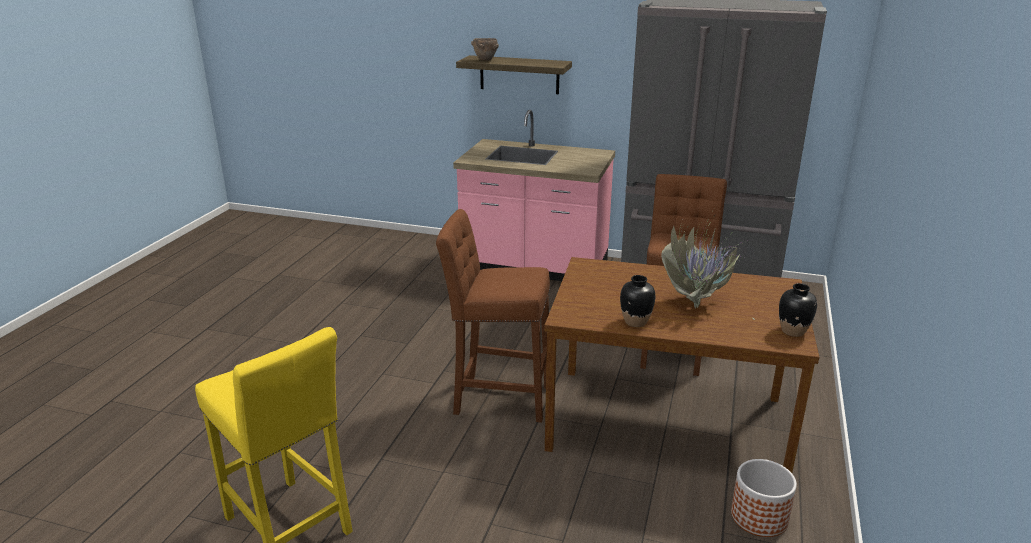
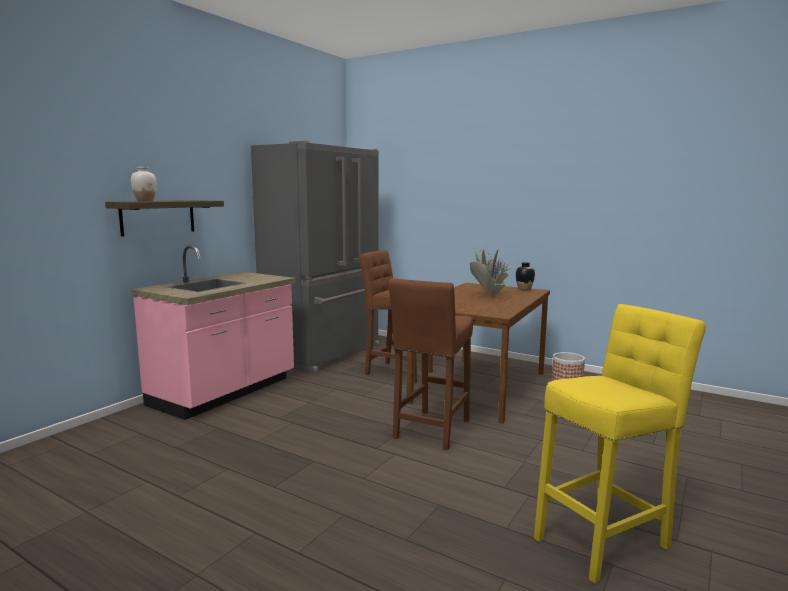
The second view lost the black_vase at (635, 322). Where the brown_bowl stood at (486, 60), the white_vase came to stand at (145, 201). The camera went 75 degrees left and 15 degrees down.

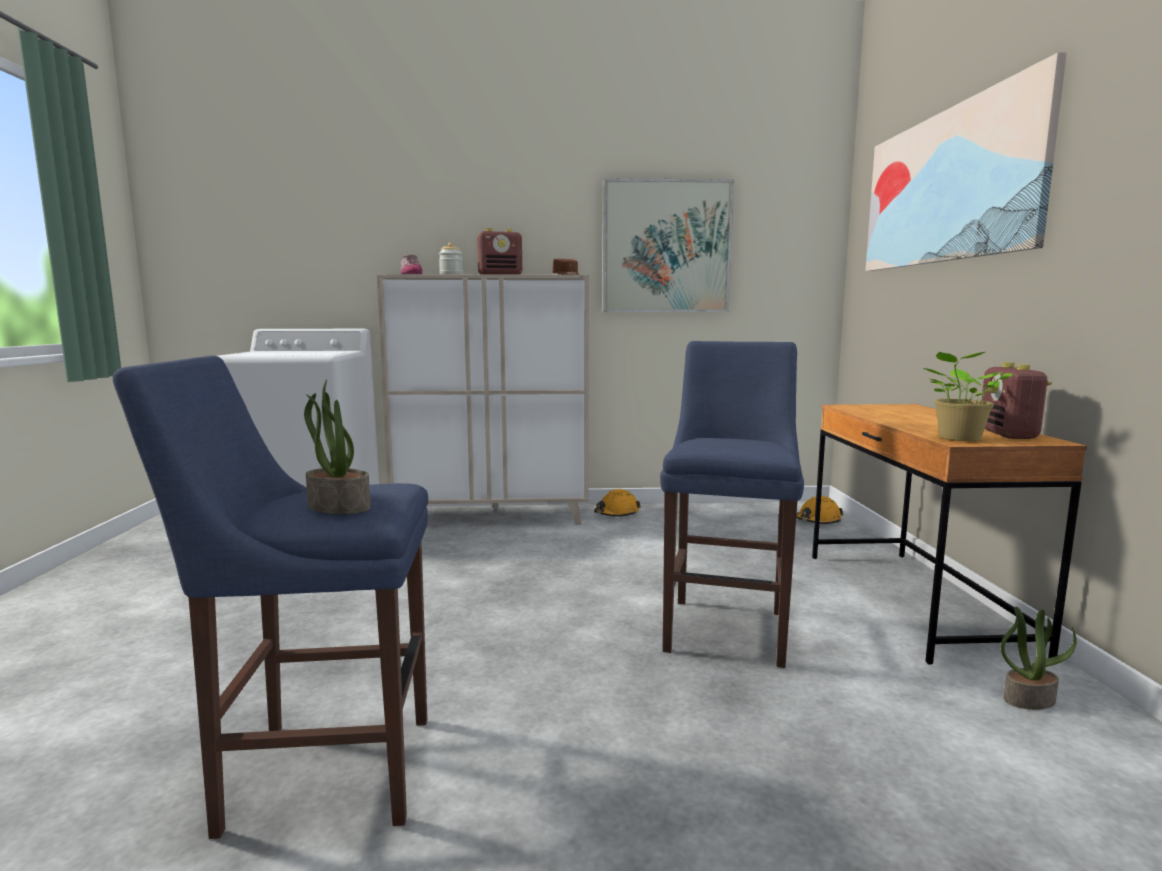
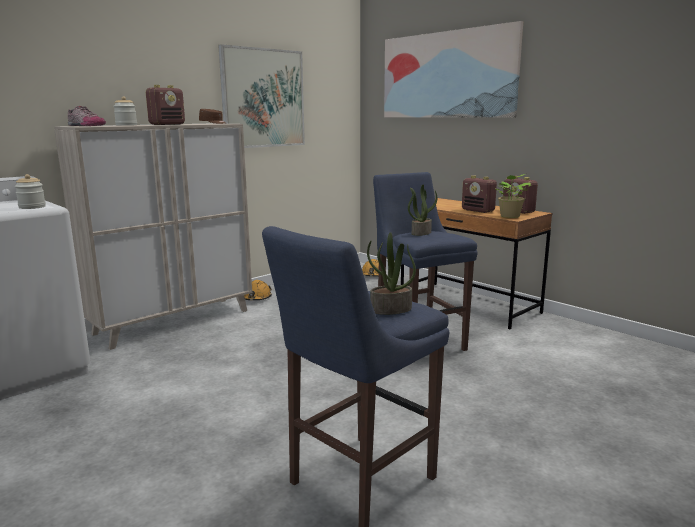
The second view gained the jar at (32, 207). The second view gained the radio at (478, 210). The potted_plant ended up elsewhere, having gone from (1029, 699) to (421, 233). The camera went 40 degrees left and 5 degrees up.

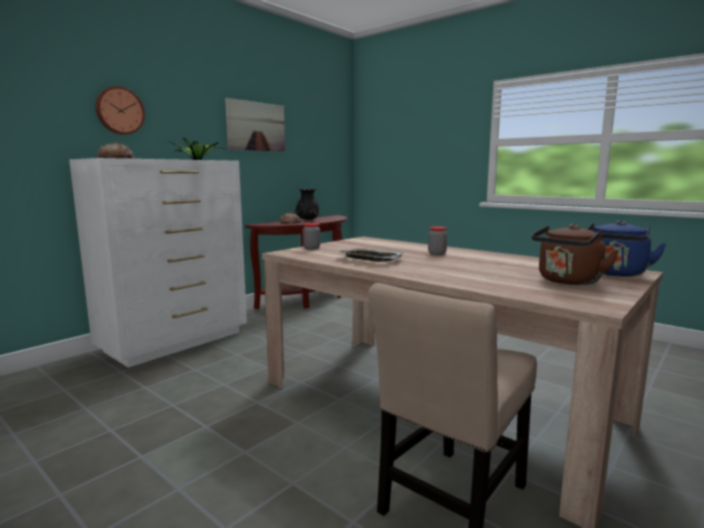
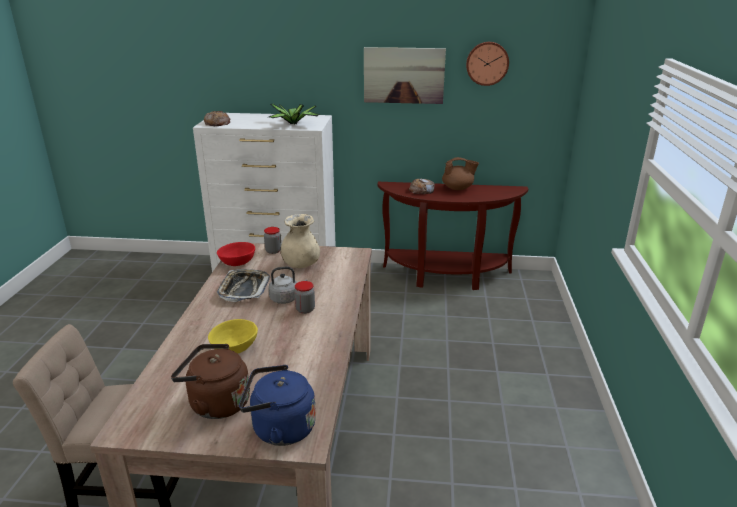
The second view gained the yellow_bowl at (235, 348). The second view gained the red_bowl at (238, 263). The second view gained the grey_kettle at (286, 299). The second view gained the beige_vase at (301, 265). The wall_clock ended up elsewhere, having gone from (119, 111) to (487, 63). Where the black_vase stood at (307, 219), the brown_teapot came to stand at (458, 188). The camera went 55 degrees right and 15 degrees up.

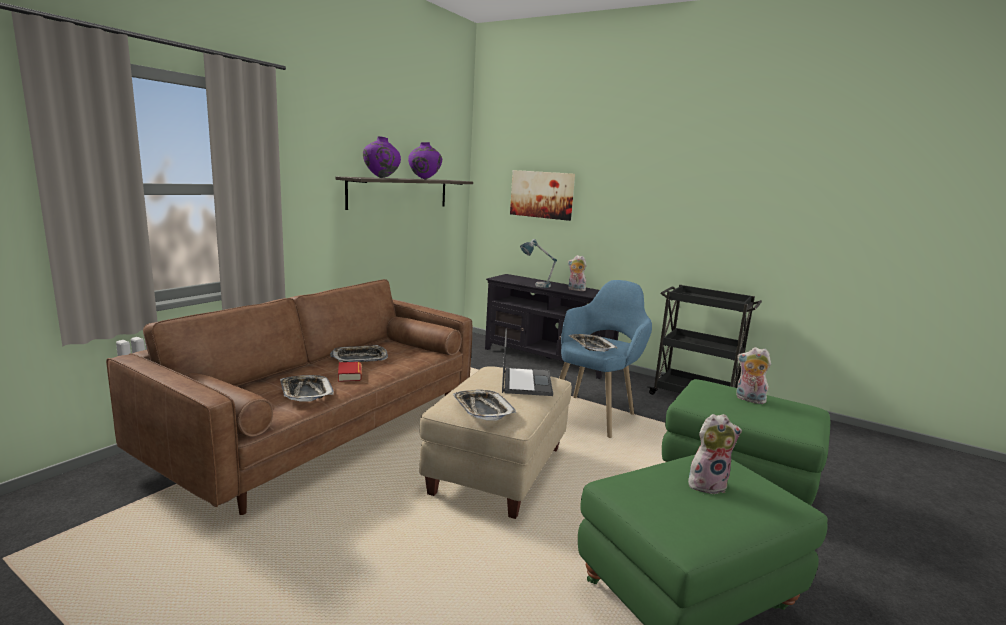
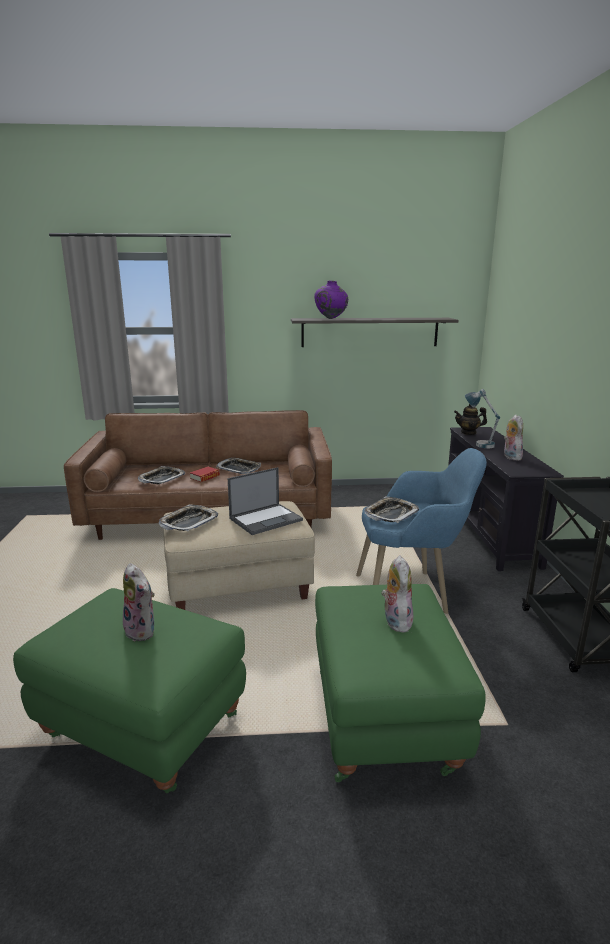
The second view lost the purple_vase at (425, 179). The second view lost the picture at (542, 194). The second view gained the teapot at (468, 433). The camera went 55 degrees right and 5 degrees up.

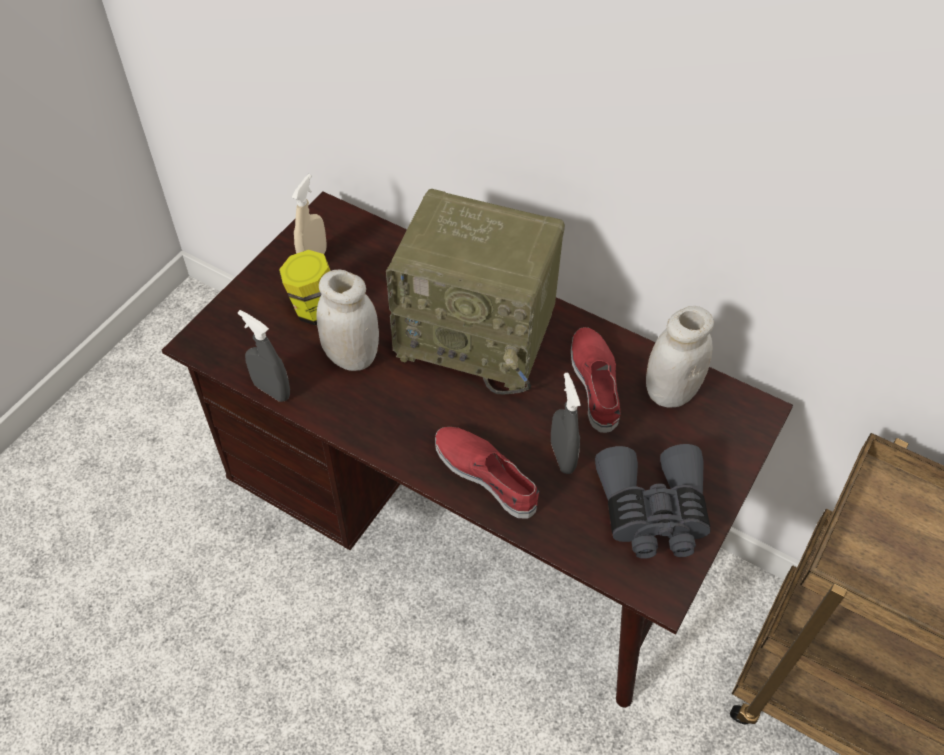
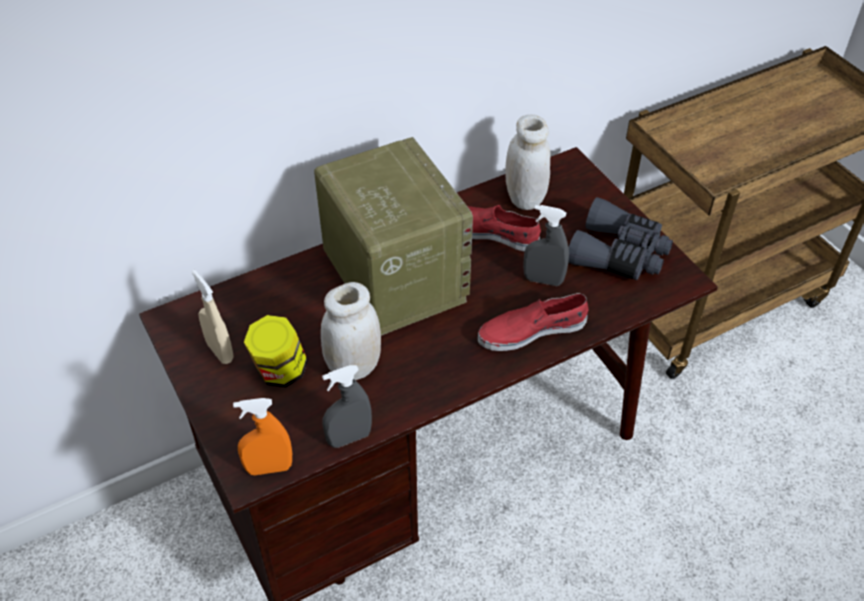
The second view gained the orange_spray_bottle at (269, 468). The radio at (479, 334) ended up facing another way, 75 degrees counterclockwise from before. The camera went 60 degrees left and 5 degrees down.

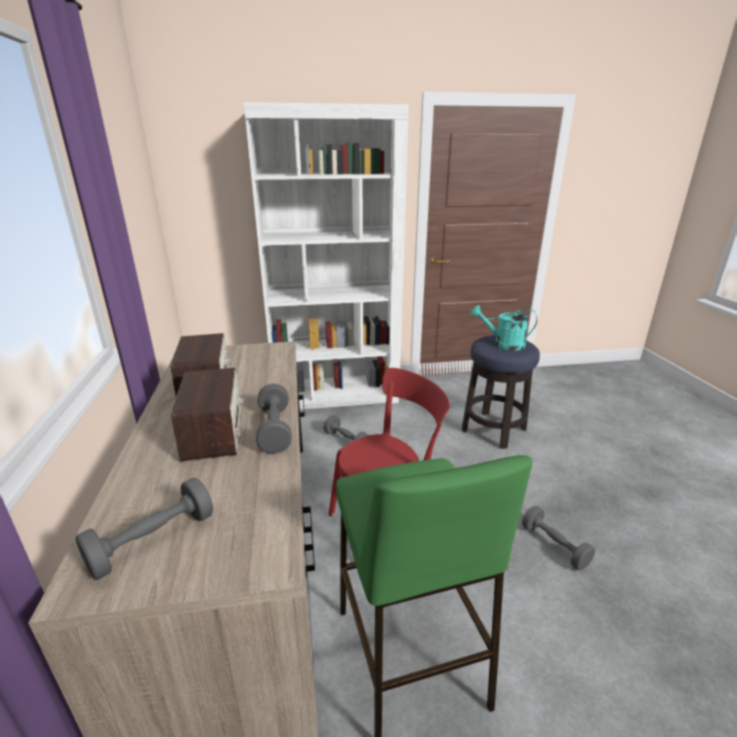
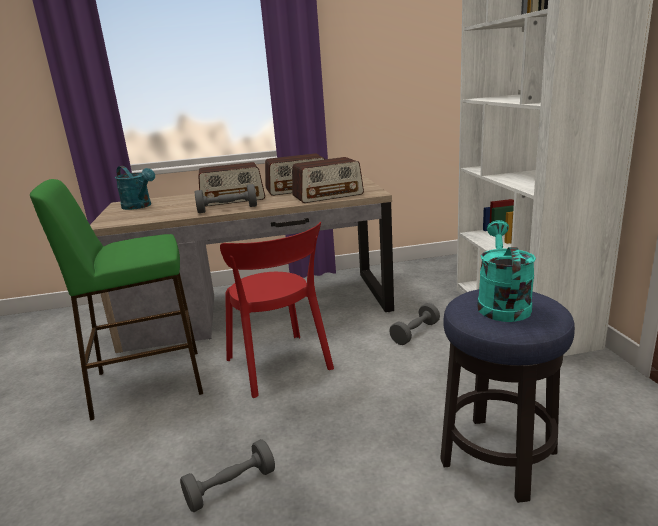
The second view gained the radio at (328, 195). Where the grey_dumbbell stood at (153, 541), the turquoise_watering_can came to stand at (139, 206). The camera went 90 degrees right and 5 degrees down.

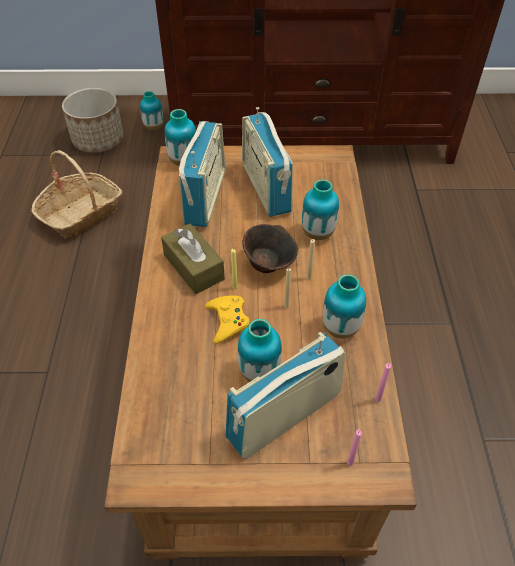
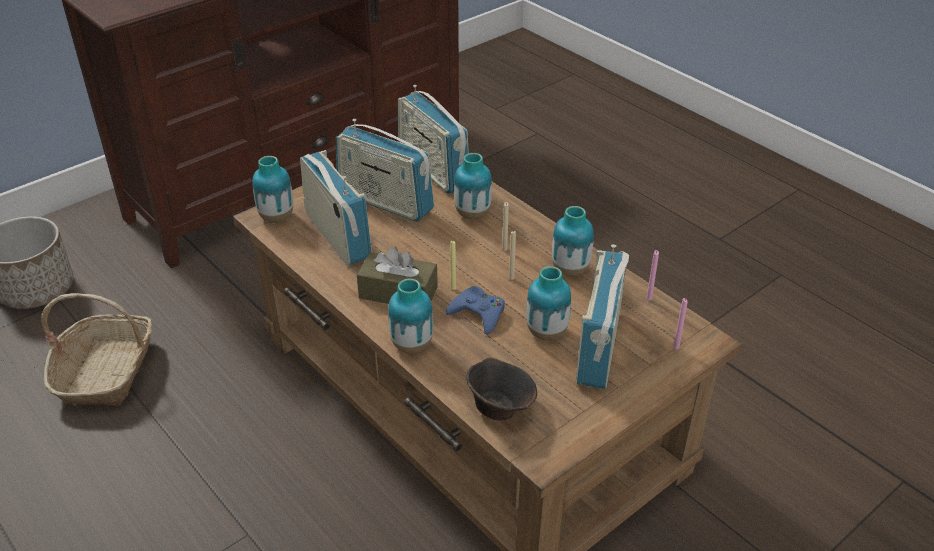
The second view gained the radio at (433, 170). The vase ended up elsewhere, having gone from (154, 127) to (412, 345). The brown_bowl ended up elsewhere, having gone from (269, 263) to (499, 407). What was the yellow_game_controller at (228, 321) turned into the blue_game_controller at (478, 314). The camera went 40 degrees left and 10 degrees down.

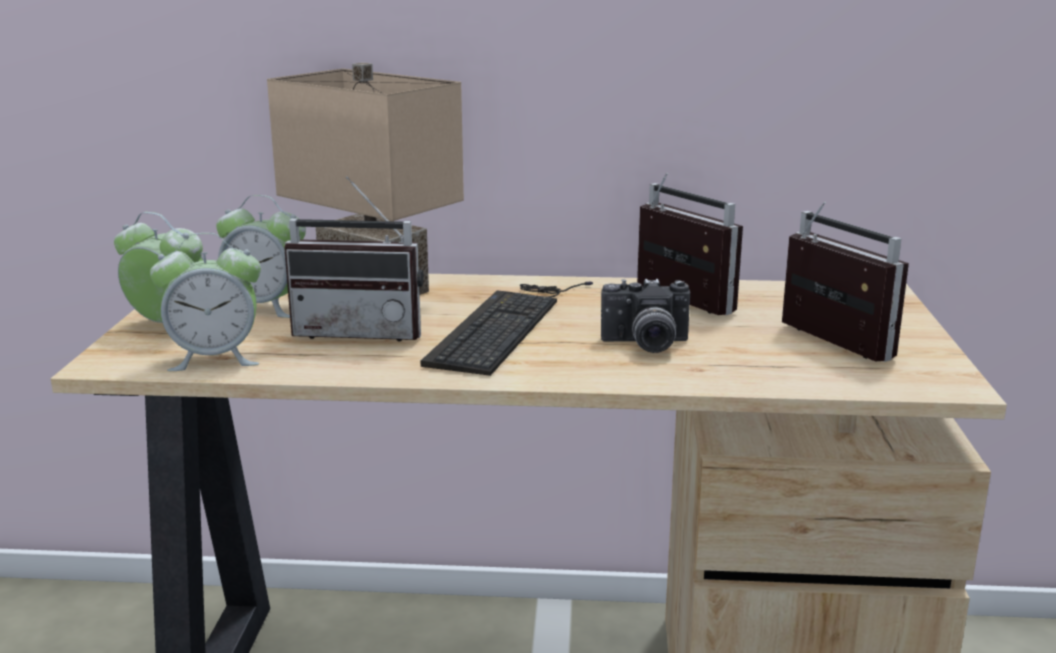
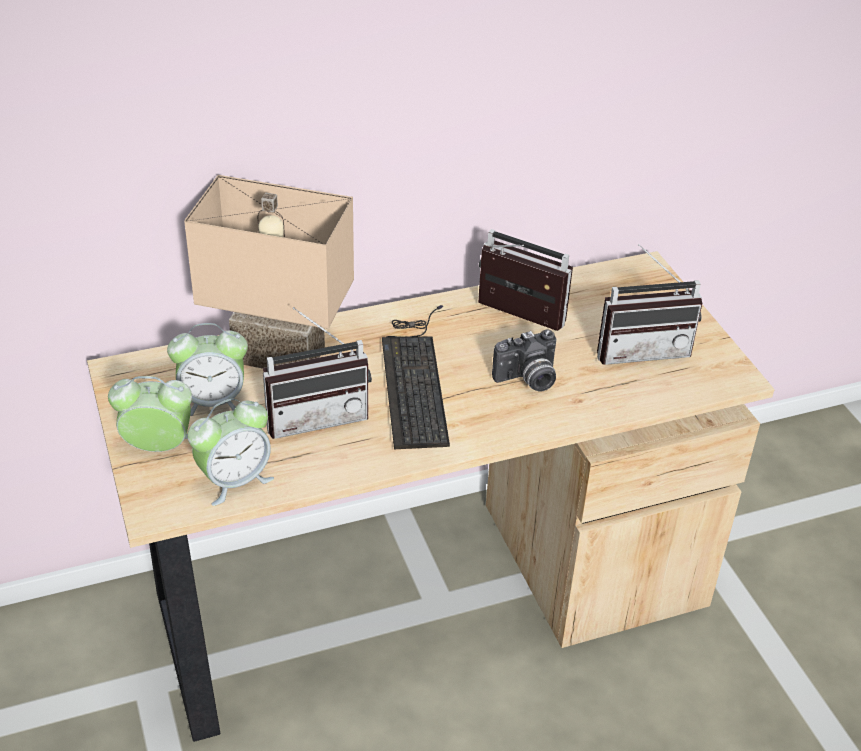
The radio at (823, 344) ended up facing another way, 135 degrees clockwise from before. The camera went 25 degrees left and 20 degrees up.

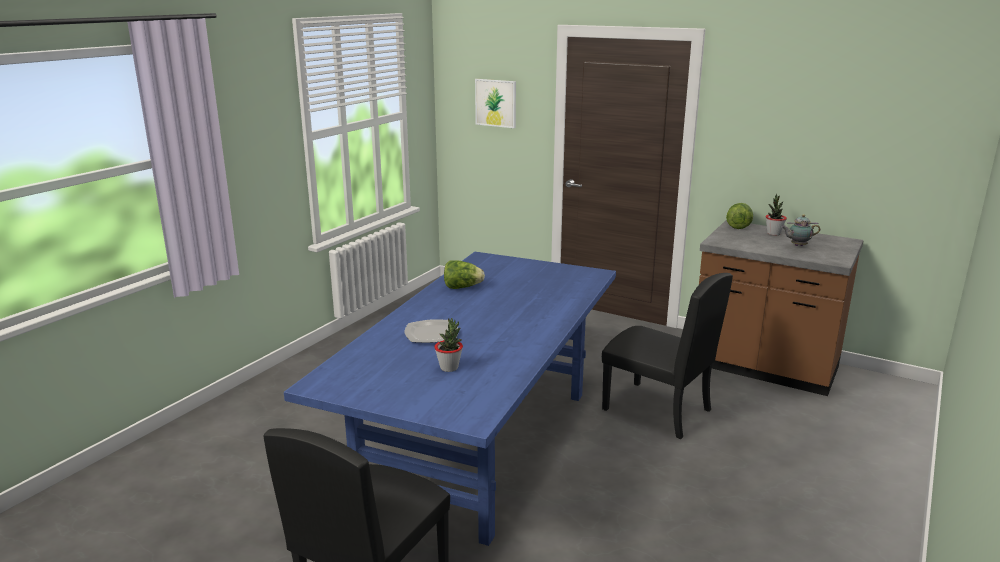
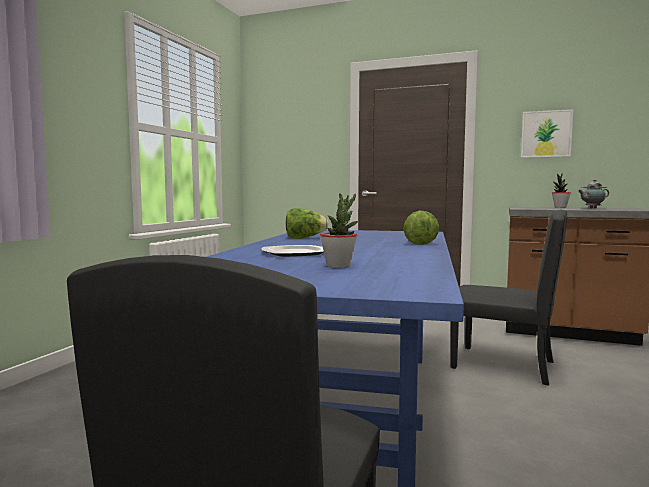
The picture ended up elsewhere, having gone from (496, 103) to (546, 134). The lettuce ended up elsewhere, having gone from (738, 226) to (420, 243). The camera went 10 degrees left and 15 degrees down.

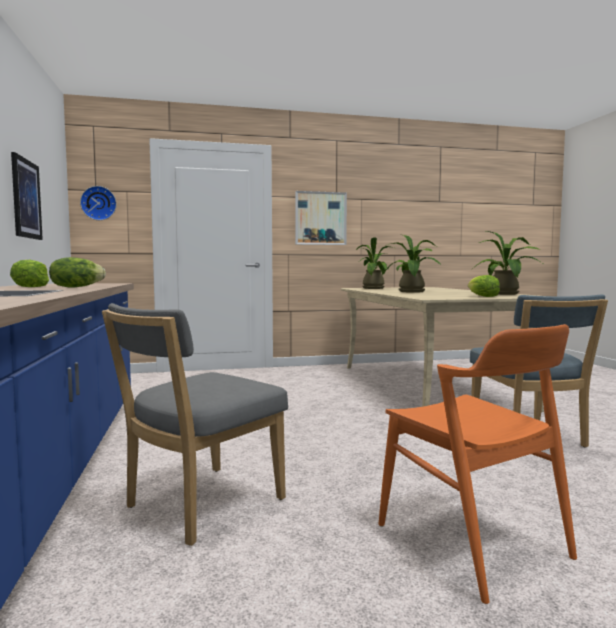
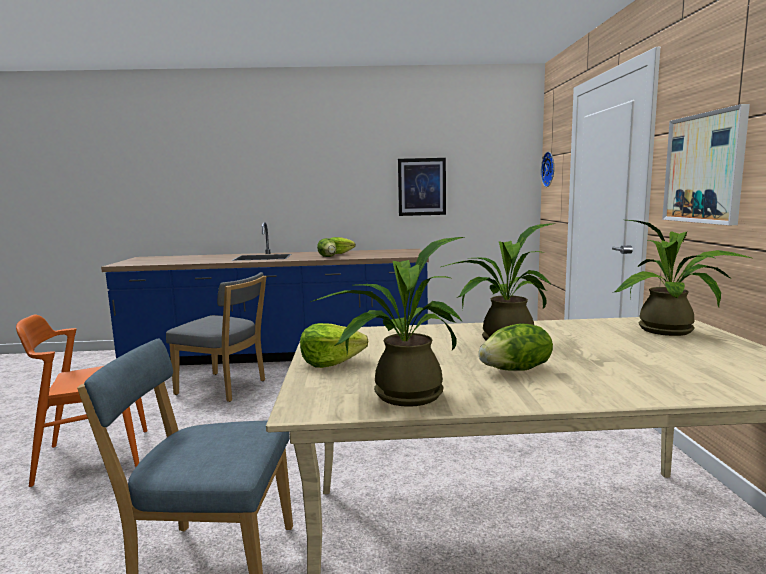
The second view gained the lettuce at (516, 370). The grey_chair at (199, 505) ended up facing another way, 150 degrees clockwise from before. The camera went 100 degrees right and 5 degrees up.

